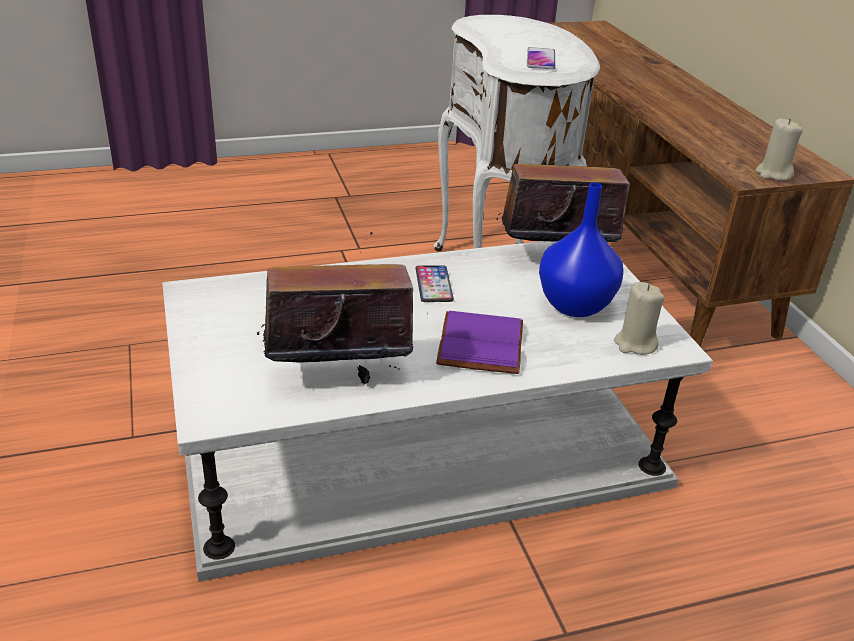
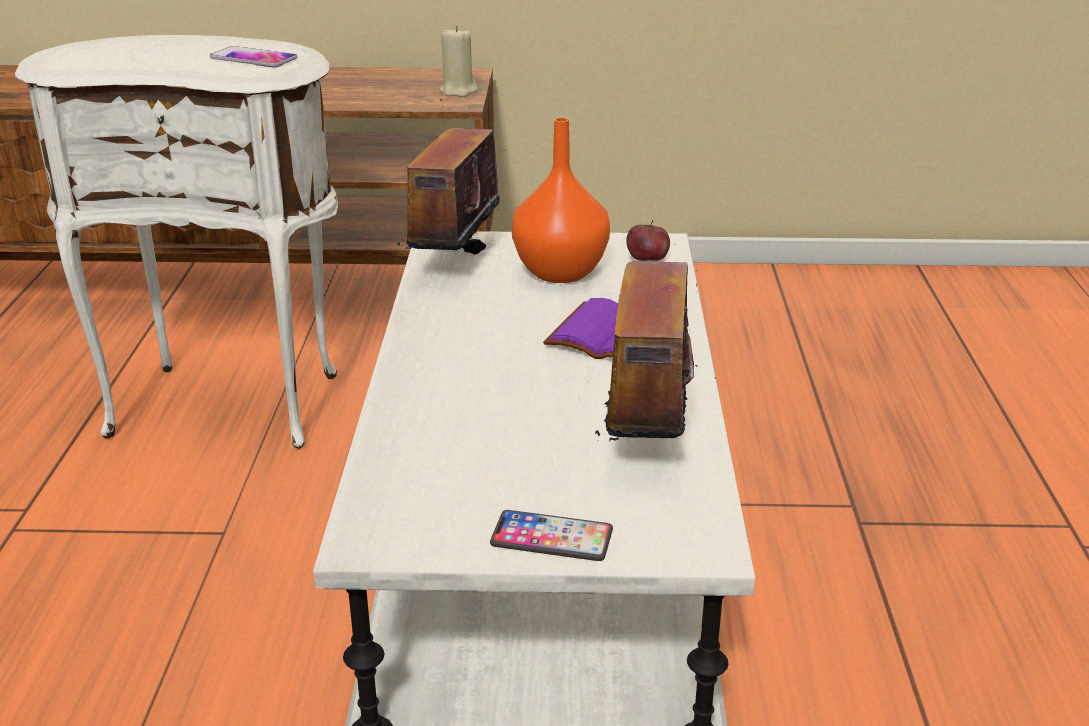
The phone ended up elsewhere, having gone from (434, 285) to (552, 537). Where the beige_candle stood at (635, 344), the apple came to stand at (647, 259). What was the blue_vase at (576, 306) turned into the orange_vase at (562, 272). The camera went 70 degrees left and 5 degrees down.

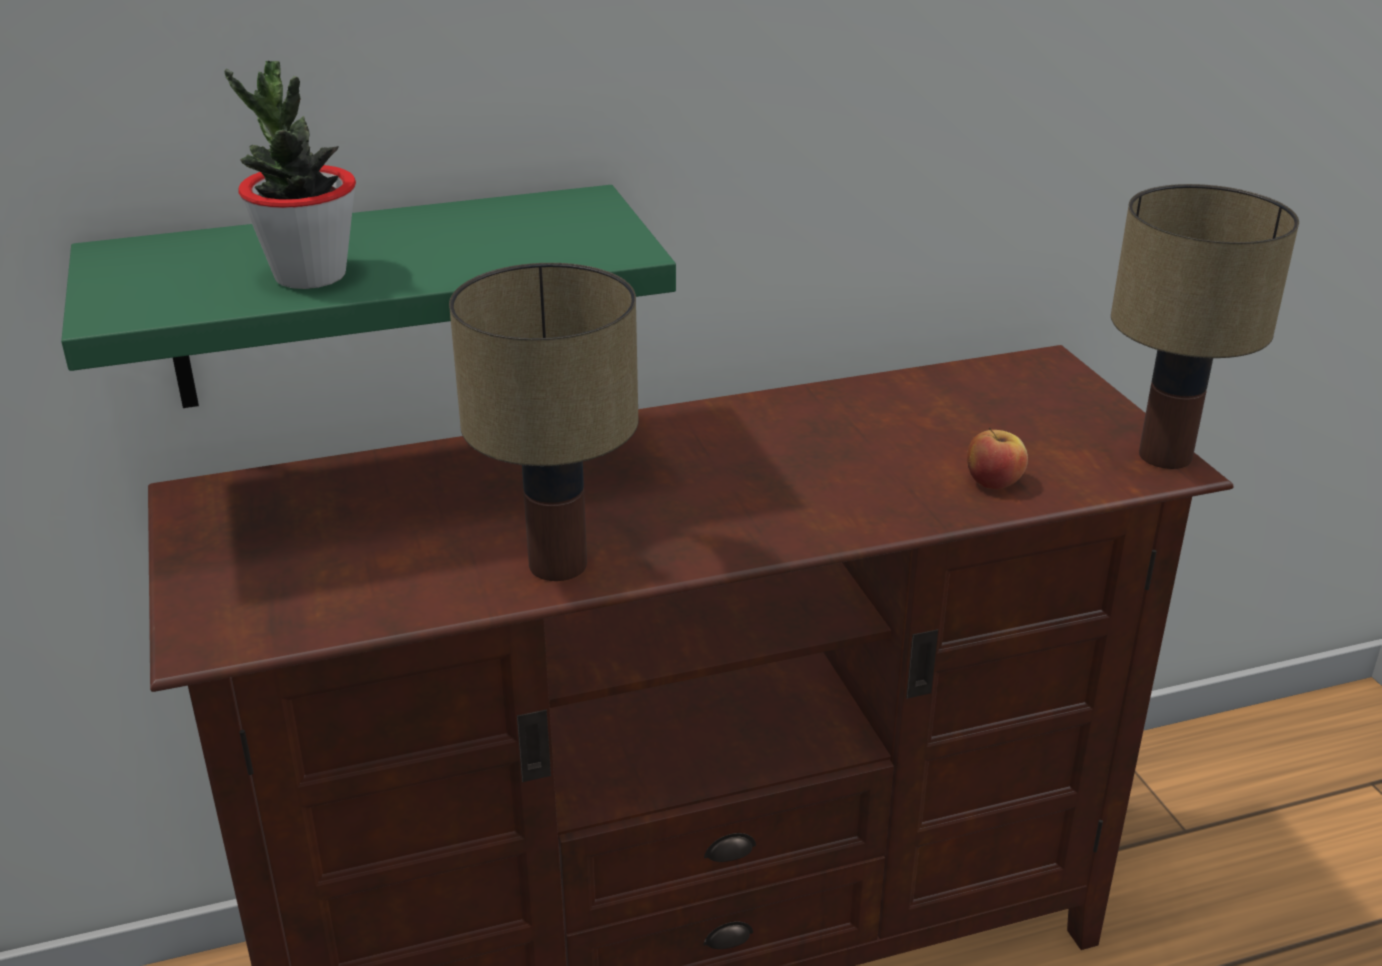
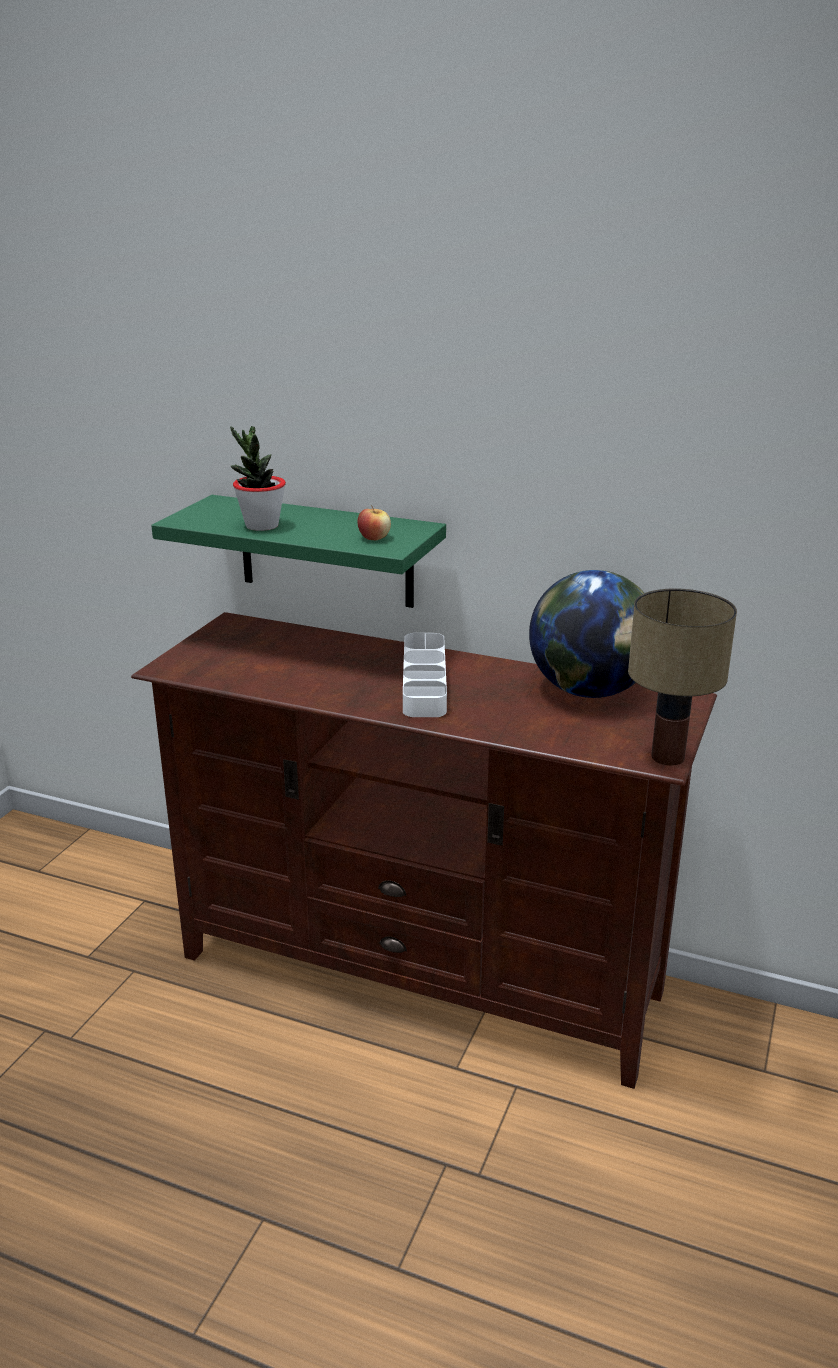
The second view lost the table_lamp at (561, 565). The second view gained the white_tray at (424, 681). The second view gained the globe at (590, 691). The apple ended up elsewhere, having gone from (993, 482) to (374, 538). The camera went 40 degrees right and 5 degrees down.

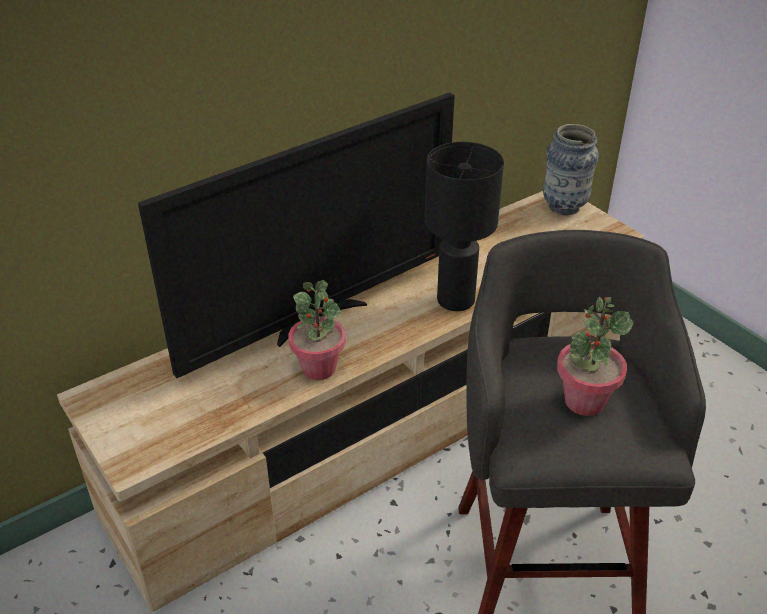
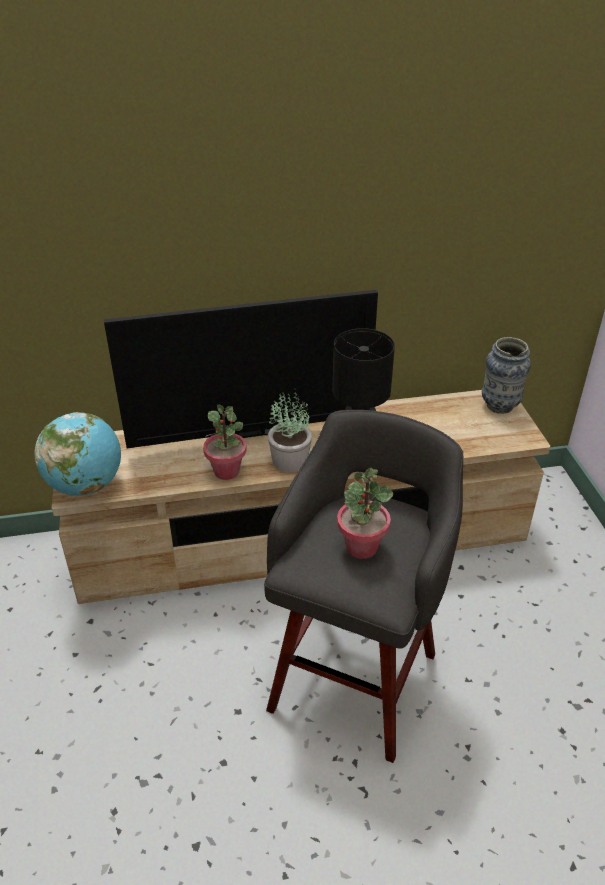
The second view gained the globe at (86, 485). The second view gained the potted_plant at (289, 460). The camera went 25 degrees right and 0 degrees up.

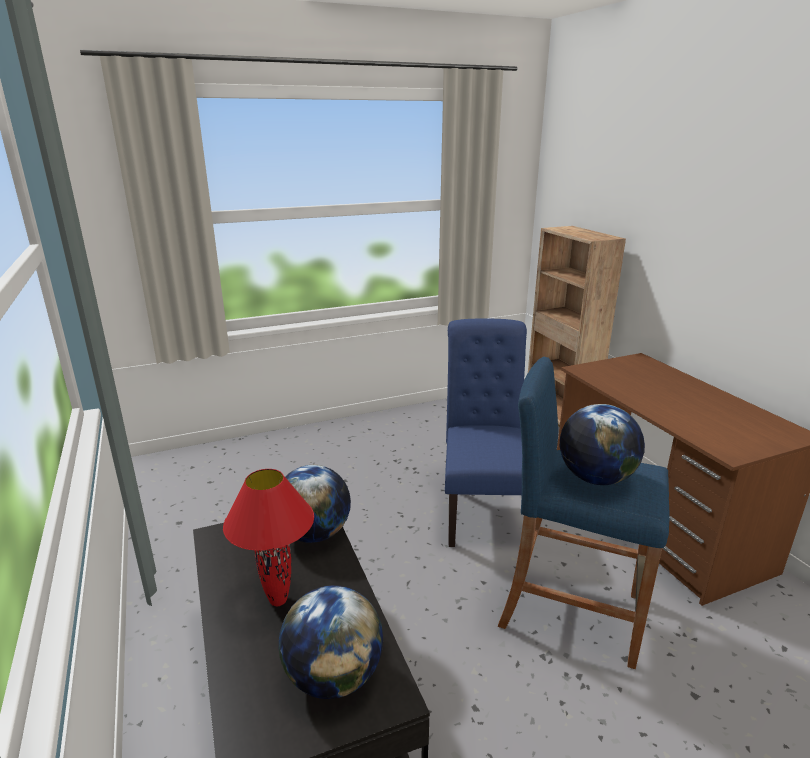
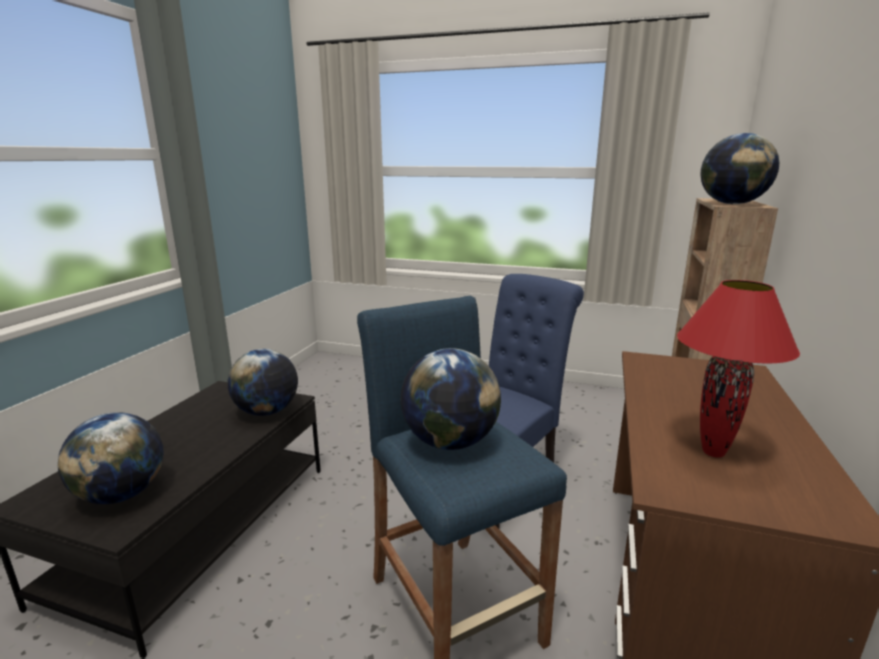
The second view gained the globe at (732, 204). The red_table_lamp ended up elsewhere, having gone from (278, 601) to (713, 453). The camera went 40 degrees right and 5 degrees down.

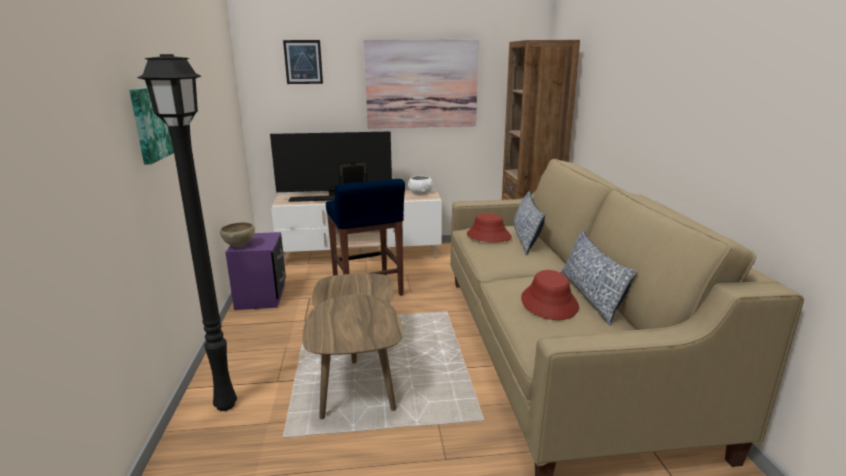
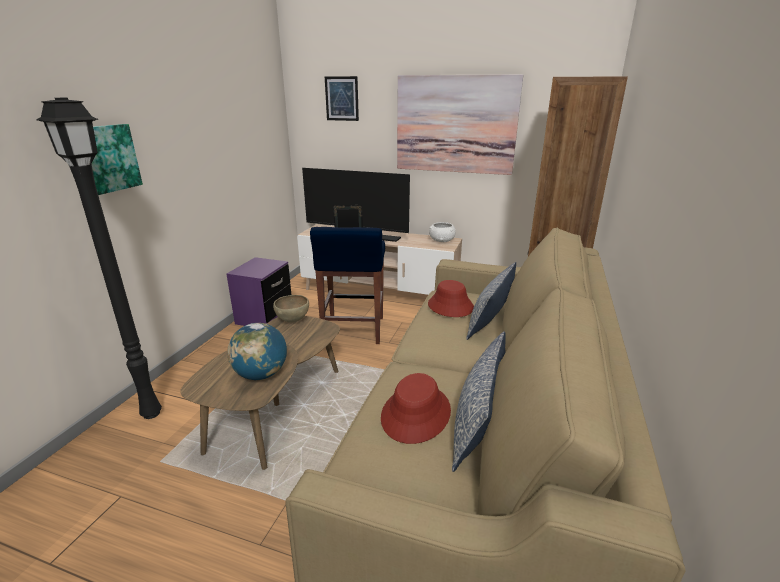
The second view gained the globe at (261, 374). The brown_bowl ended up elsewhere, having gone from (239, 246) to (293, 320). The camera went 25 degrees right and 5 degrees up.

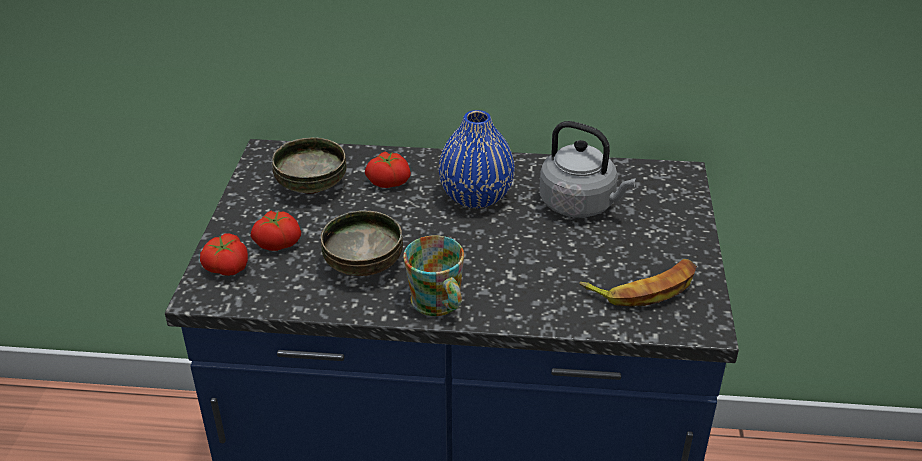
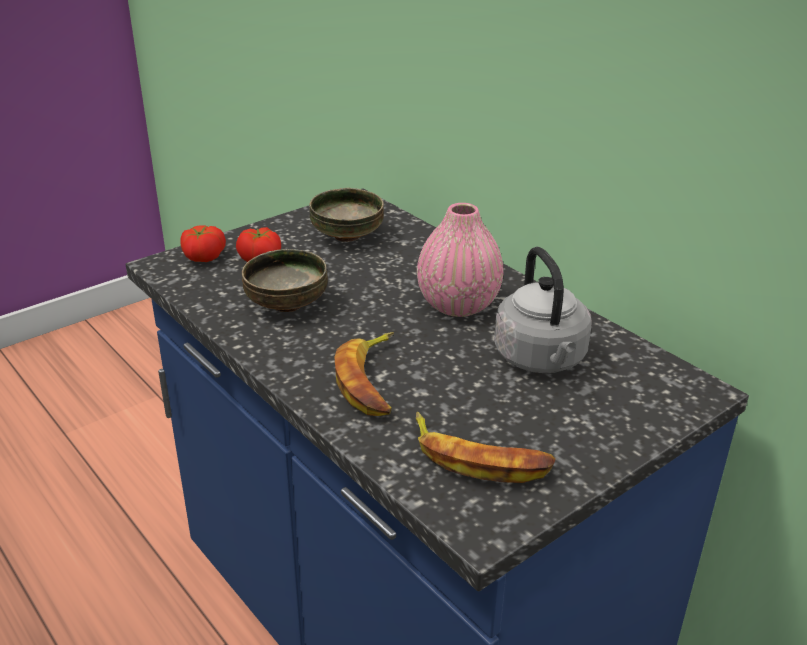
The second view lost the tomato at (389, 181). The second view lost the mug at (438, 304). The second view gained the banana at (372, 381). What was the blue_vase at (476, 196) turned into the pink_vase at (458, 305). The camera went 45 degrees right and 5 degrees down.

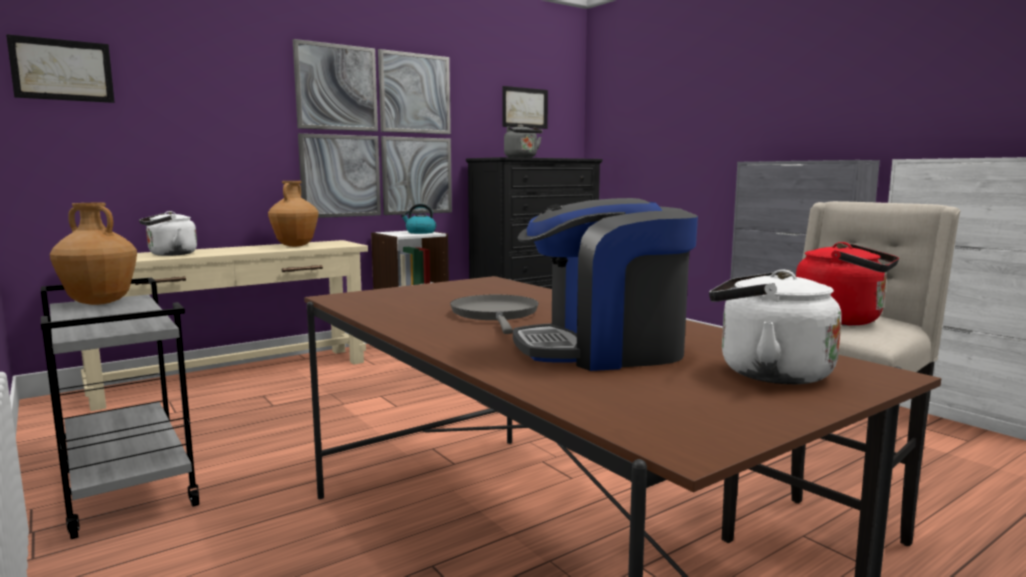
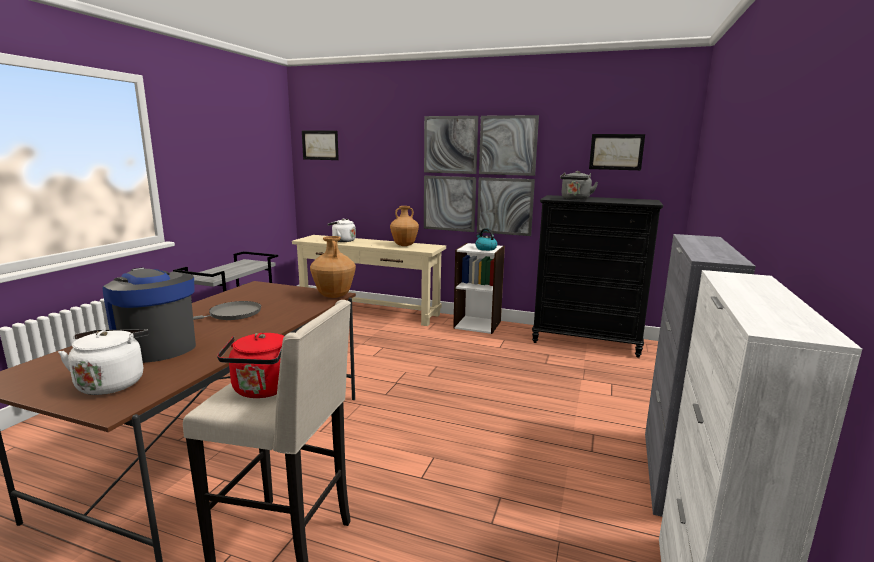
The brown_vase ended up elsewhere, having gone from (99, 302) to (334, 296). The camera went 55 degrees right and 5 degrees up.

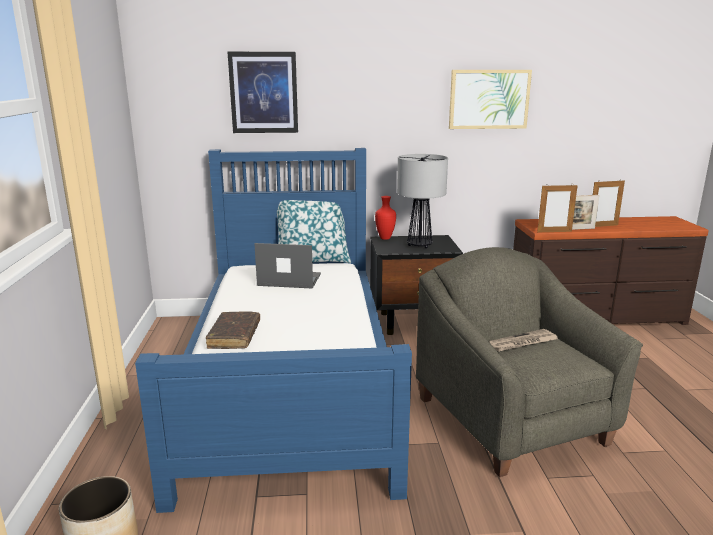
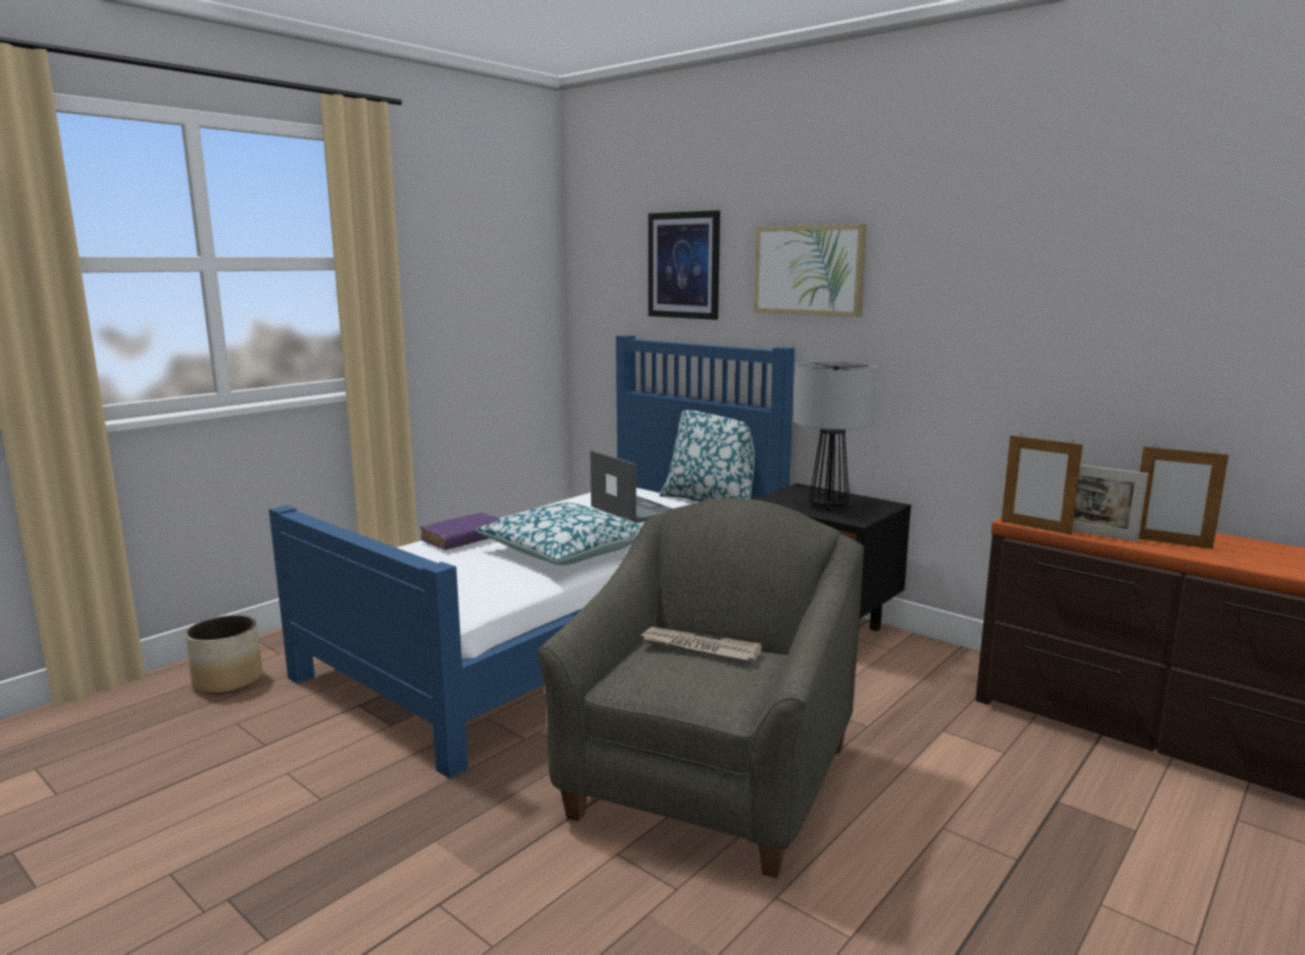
The second view lost the red_vase at (385, 238). The second view gained the pillow at (566, 551). The picture ended up elsewhere, having gone from (489, 99) to (809, 270). What was the brown_book at (234, 336) turned into the purple_book at (464, 539). The camera went 45 degrees right and 5 degrees down.

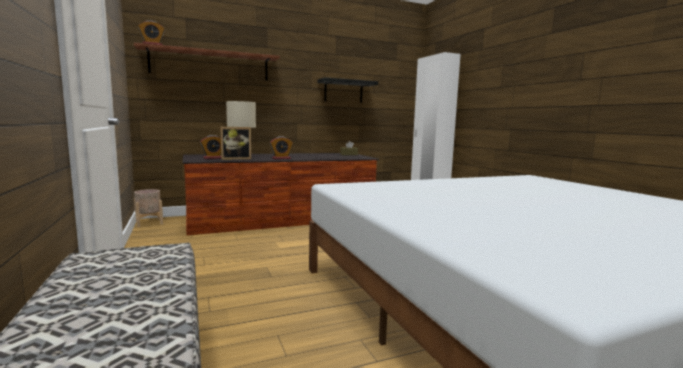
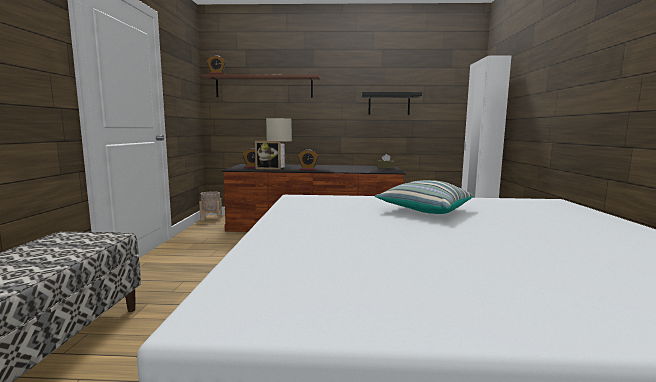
The second view gained the pillow at (424, 210). The camera went 25 degrees right and 0 degrees up.

